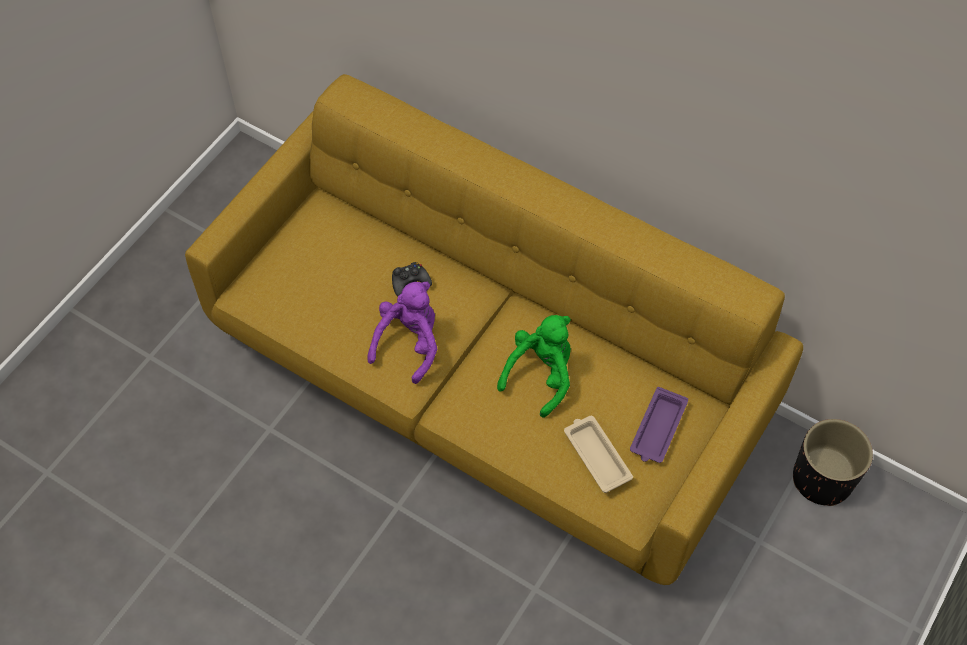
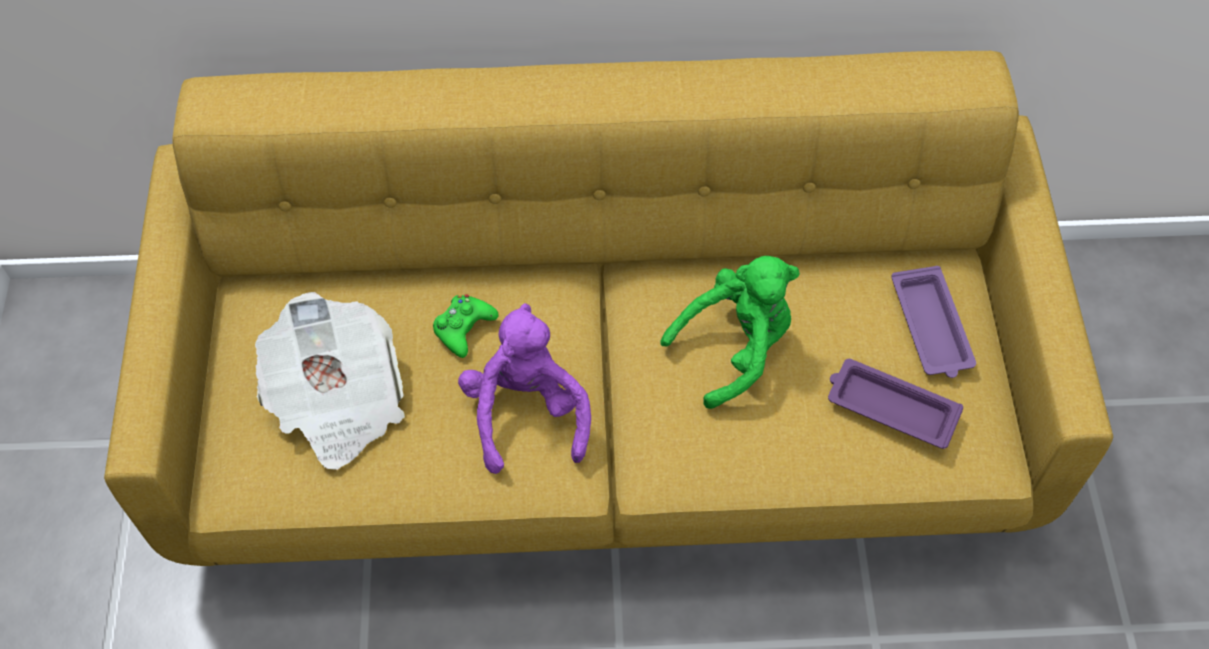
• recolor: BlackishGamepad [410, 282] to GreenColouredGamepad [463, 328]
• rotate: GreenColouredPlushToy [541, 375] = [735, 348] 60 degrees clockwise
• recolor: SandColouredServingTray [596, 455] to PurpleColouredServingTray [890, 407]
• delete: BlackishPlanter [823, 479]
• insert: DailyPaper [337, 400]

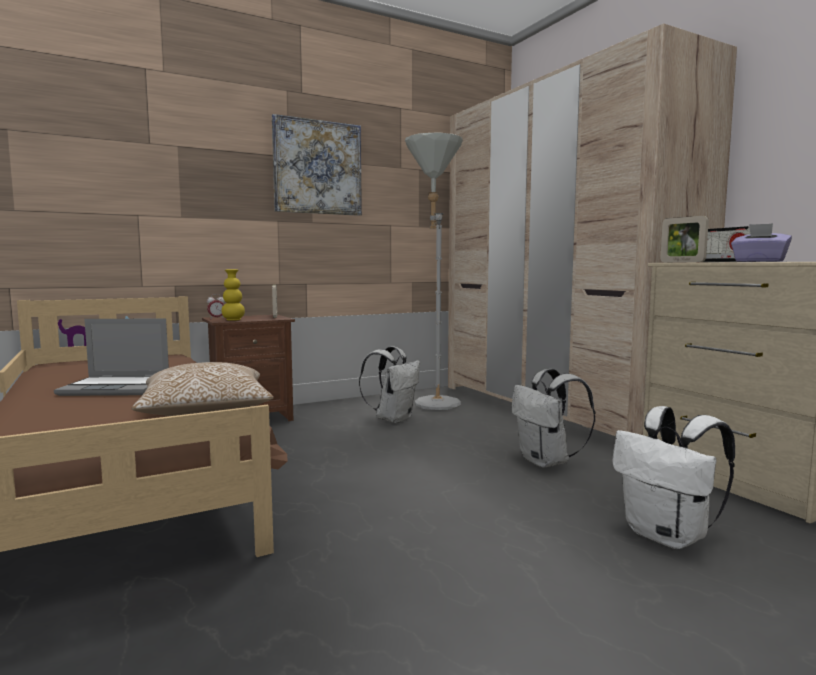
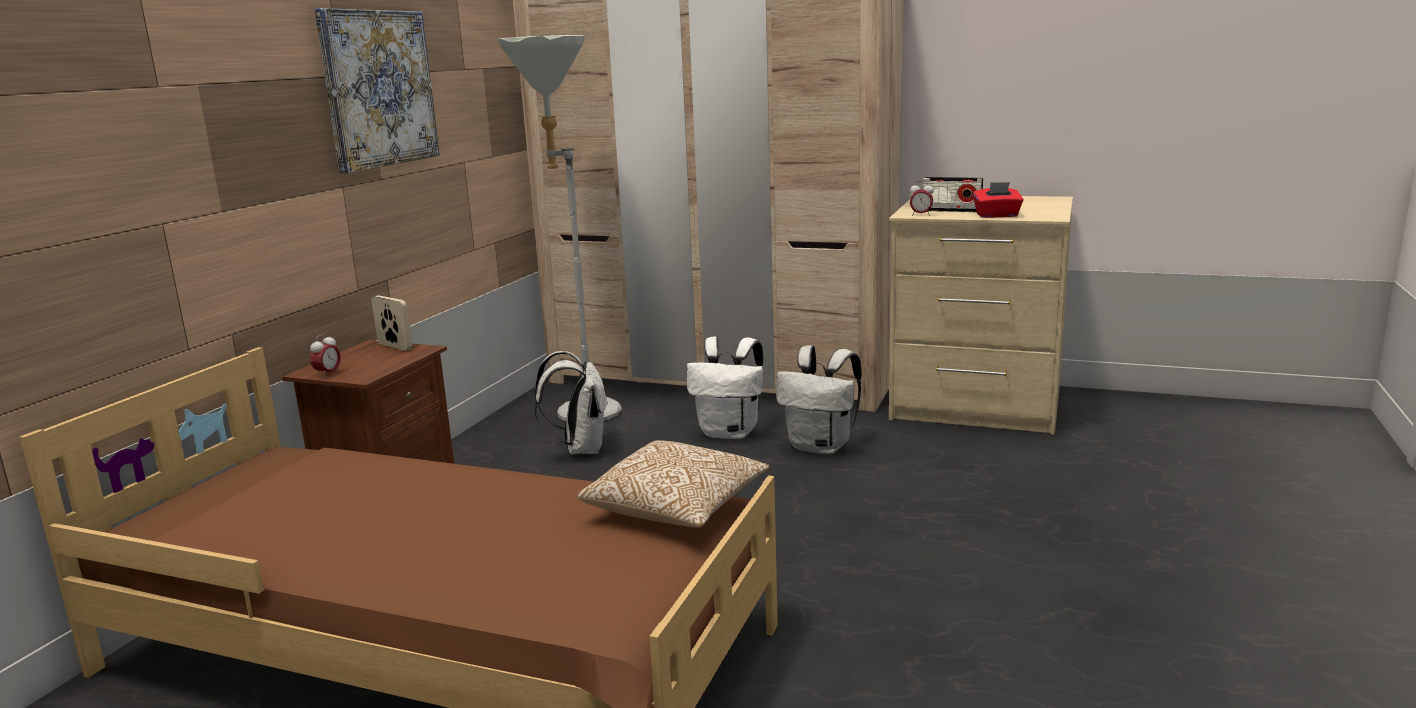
• delete: Laptop [117, 388]
• delete: YellowColouredVase [233, 320]
• move: WhiteColouredBackpack [668, 536] to [730, 432]
• replace: StandingFrame [682, 262] to BedsideClock [921, 215]
• recolor: PurpleColouredTissueHolder [759, 261] to RedColouredTissueHolder [997, 216]

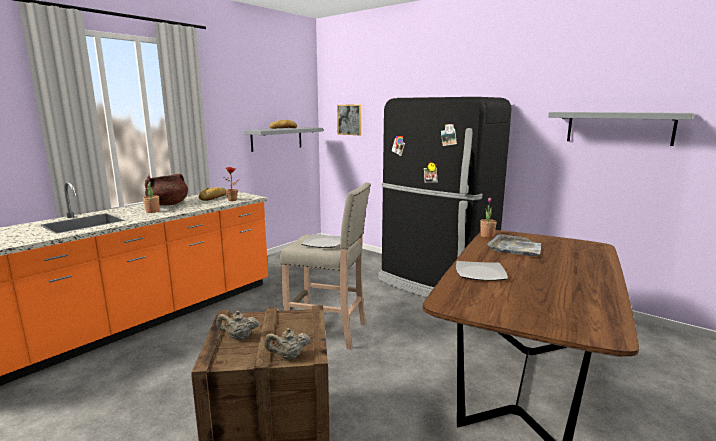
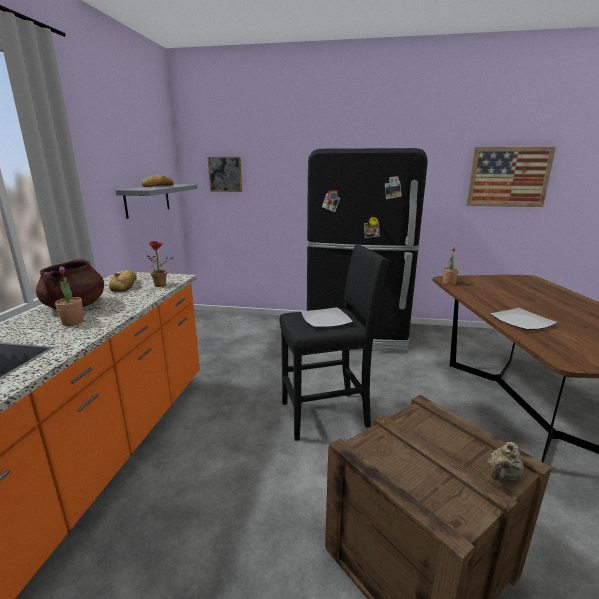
• delete: SandColouredPotForTea [238, 337]
• recolor: SandColouredSittingStool [328, 331] to BlackishSittingStool [327, 414]
• delete: GreyServingTray [515, 248]
• replace: GreyShelf [619, 127] to WallPicture [508, 177]

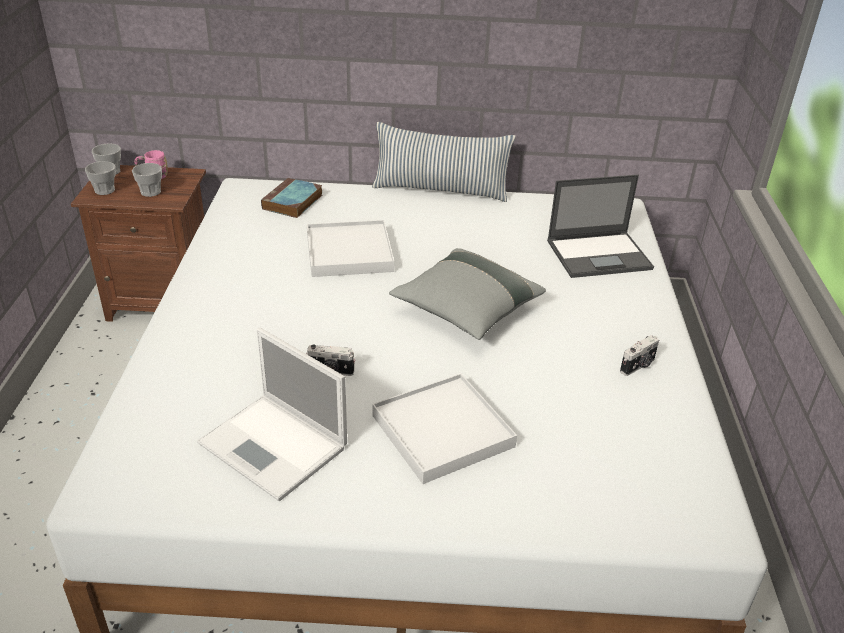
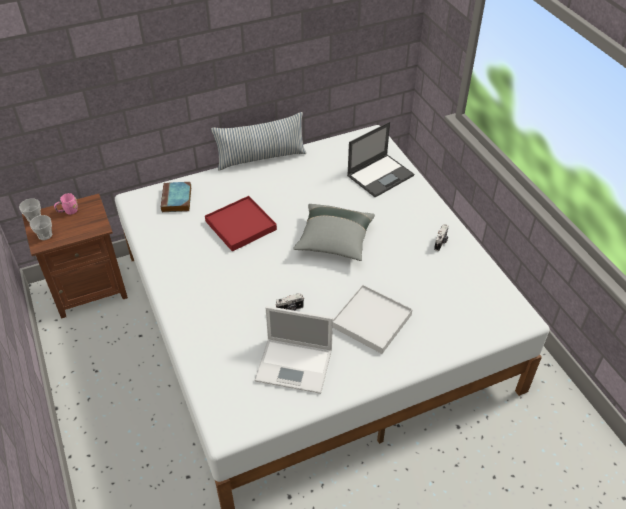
• delete: DrinkingCup [150, 192]
• recolor: WhiteColouredServingTray [349, 253] to RedColouredServingTray [240, 225]

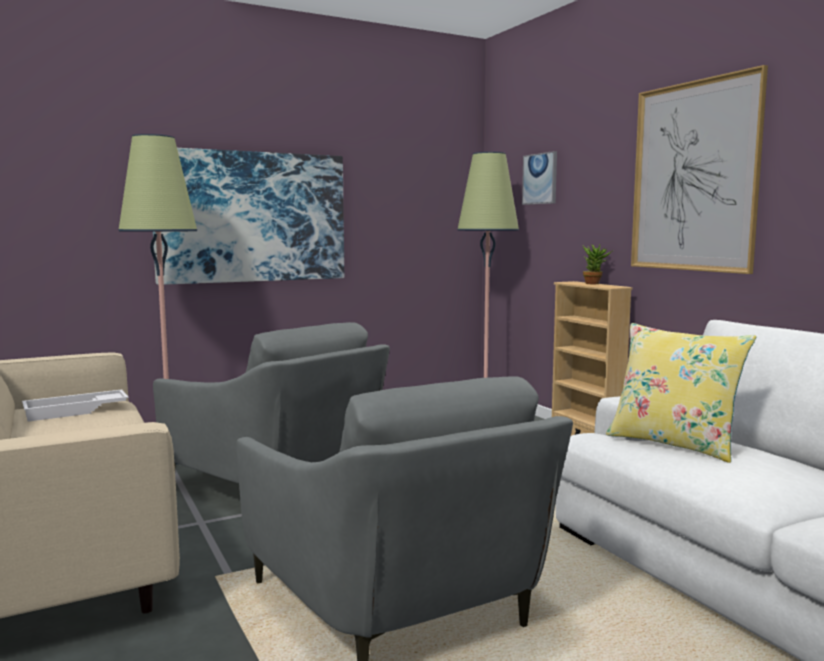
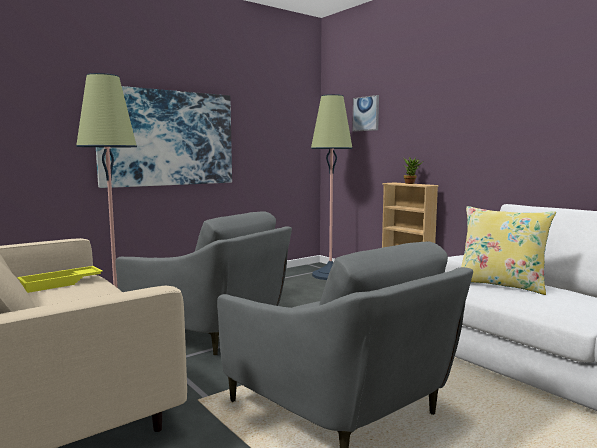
• recolor: WhiteColouredServingTray [75, 411] to YellowColouredServingTray [61, 283]
• delete: WallPicture [693, 177]

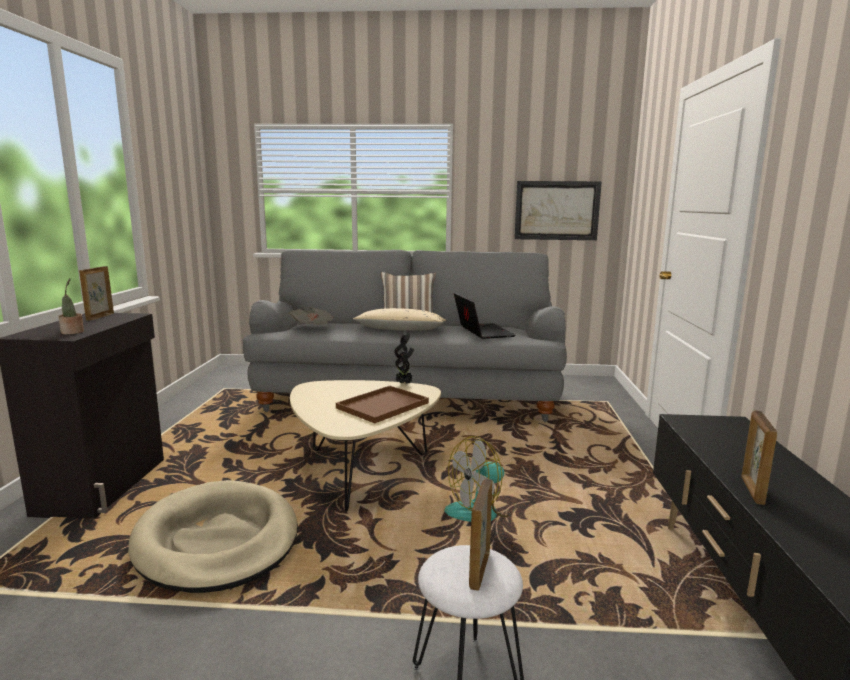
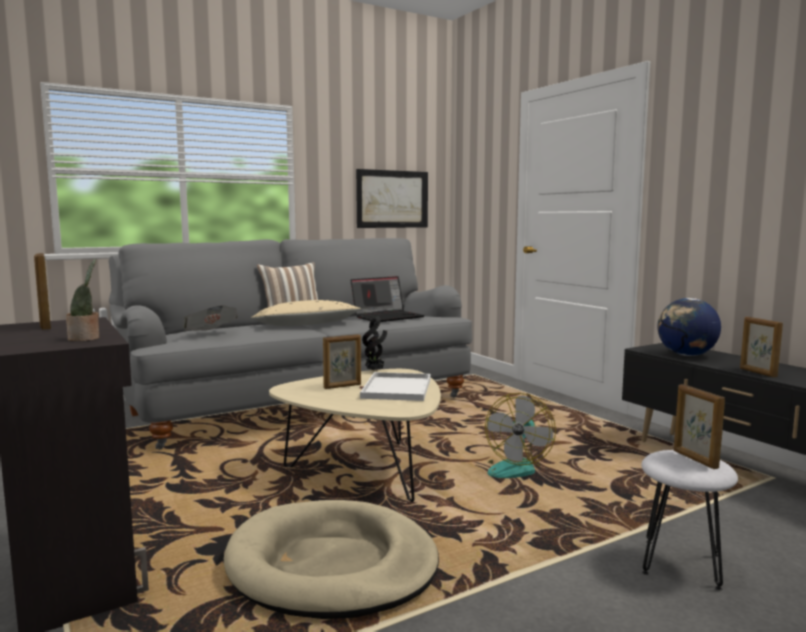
• recolor: BrownServingTray [382, 406] to WhiteColouredServingTray [397, 389]
• rotate: Laptop [482, 332] = [388, 317] 105 degrees clockwise
• insert: StandingFrame [343, 386]
• insert: WorldGlobe [686, 355]

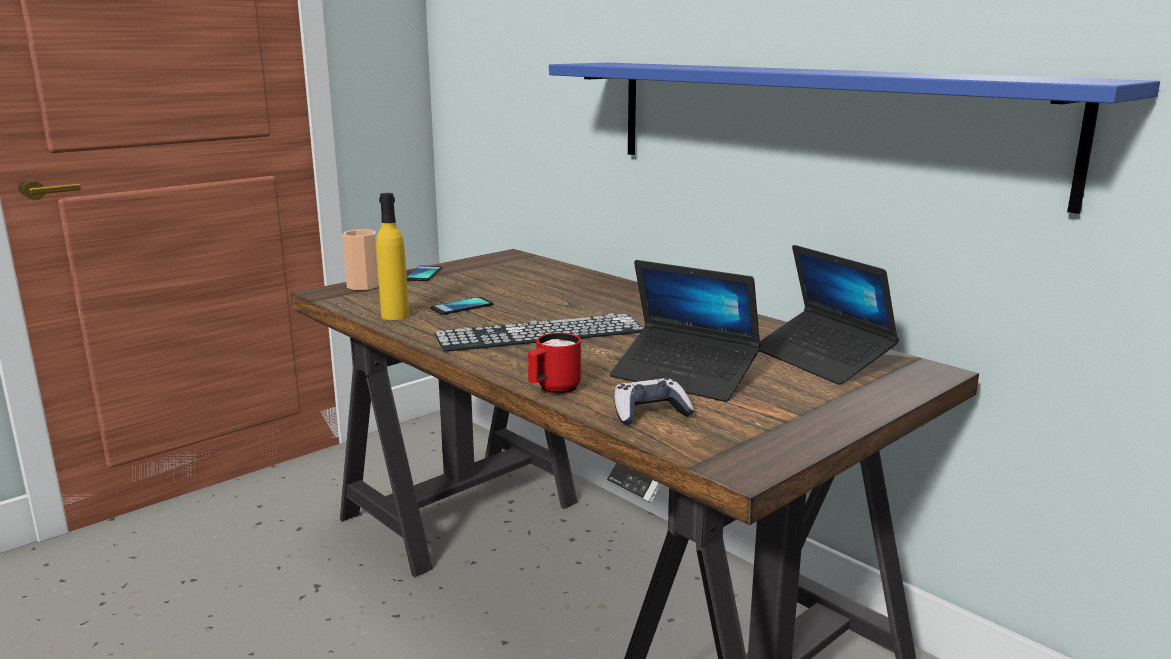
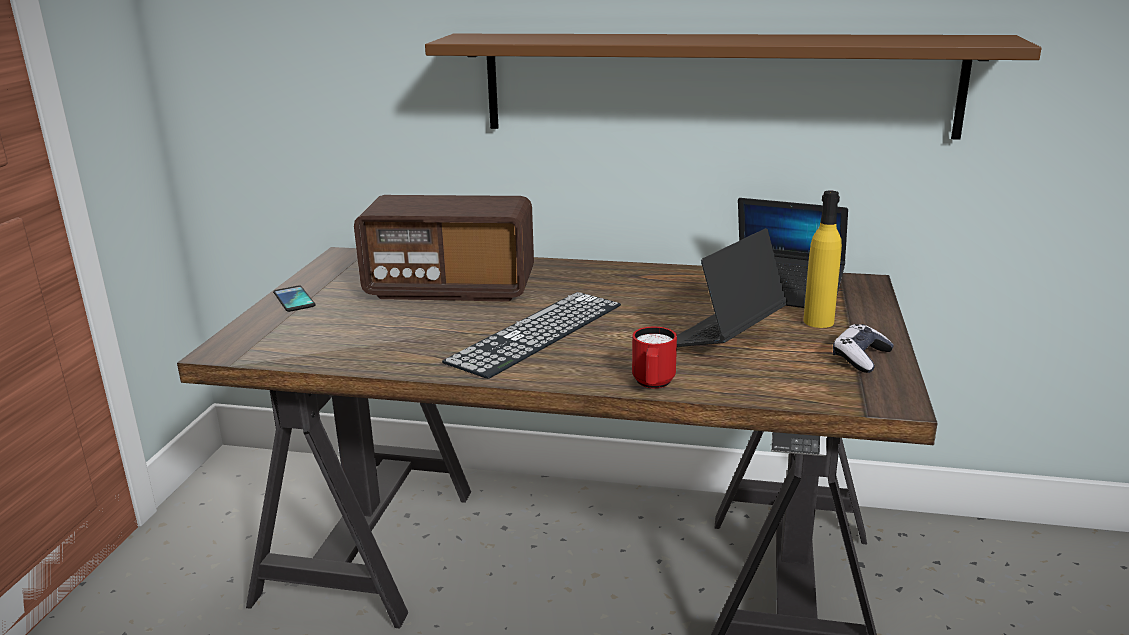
• delete: DrinkingCup [363, 286]
• move: YellowColouredDrinkBottle [395, 315] to [818, 321]
• delete: Telephone [462, 307]
• recolor: BluishShelf [814, 124] to BrownShelf [716, 84]
• rotate: Laptop [684, 376] = [723, 338] 135 degrees clockwise
• move: Gamepad [650, 413] to [860, 358]
• insert: Radio [450, 288]

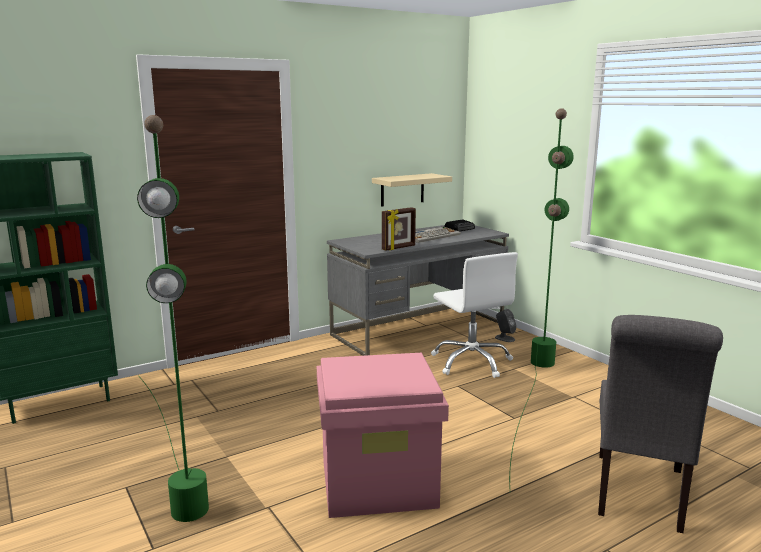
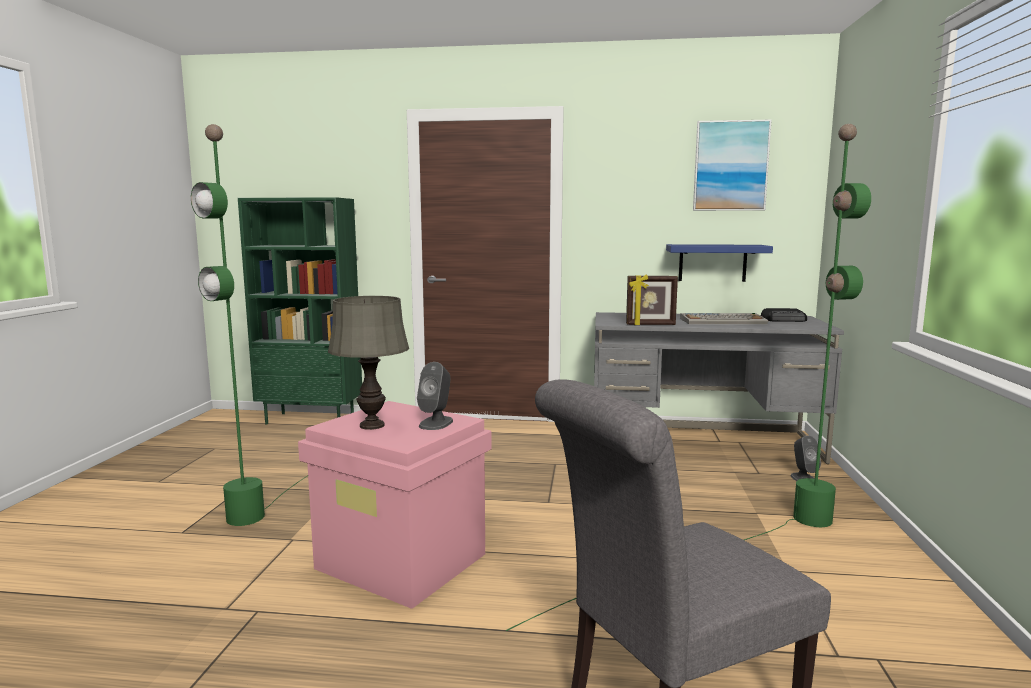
• recolor: SandColouredShelf [402, 189] to BluishShelf [712, 262]
• delete: WhiteColouredComputerChair [471, 362]
• insert: GreyTabletopLamp [372, 426]
• insert: GreyLoudspeaker [436, 423]
• insert: WallPicture [730, 166]

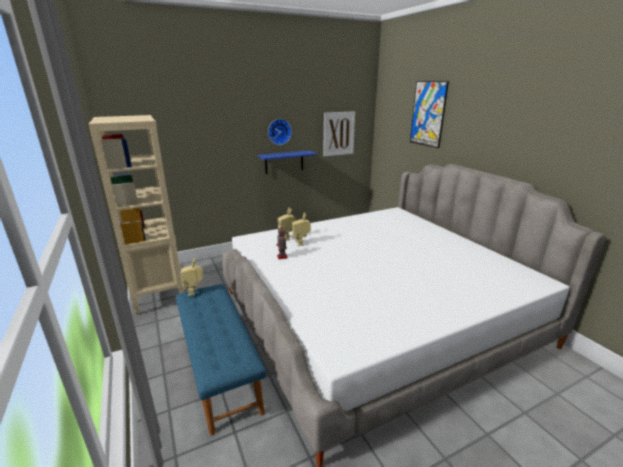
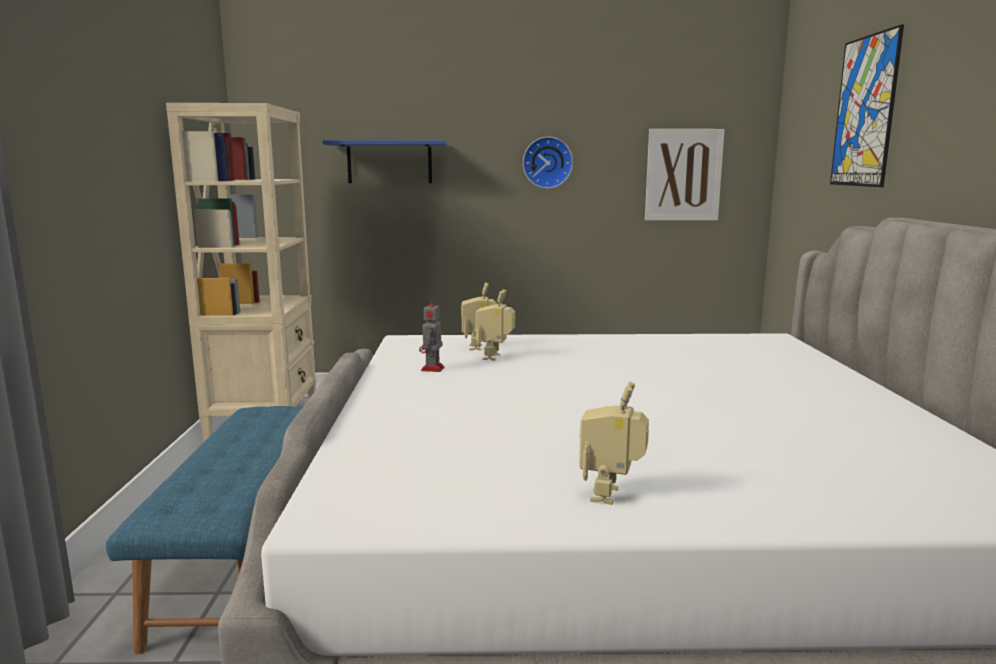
• move: ModelRobot [194, 292] to [611, 495]
• move: BluishShelf [284, 162] to [389, 162]

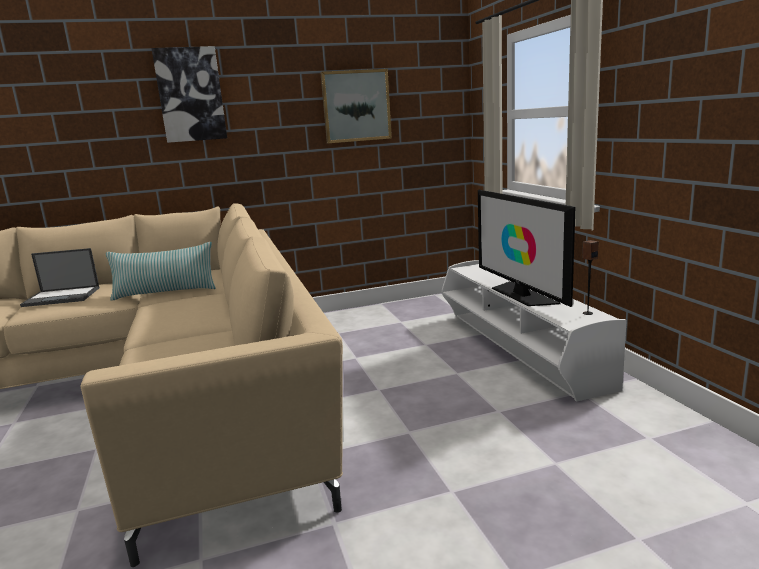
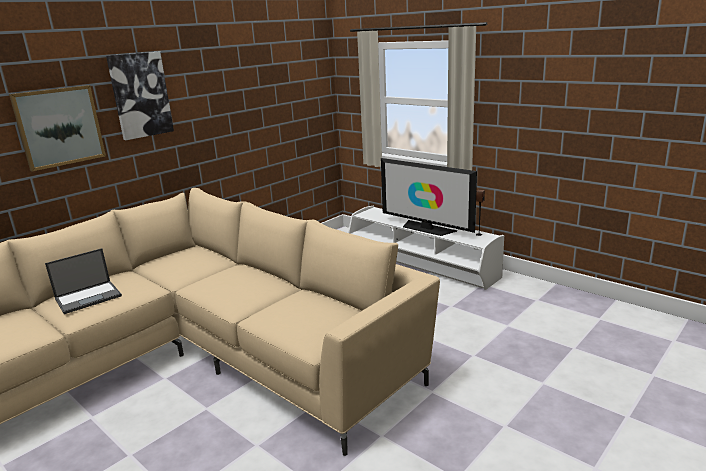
• delete: ThrowPillow [165, 292]
• move: WallPicture [356, 106] to [59, 127]

